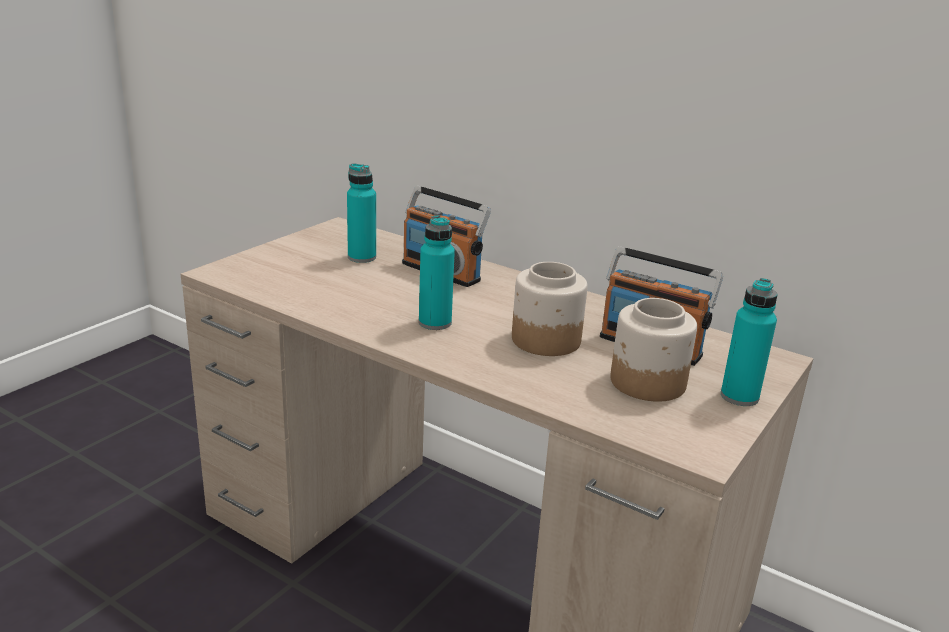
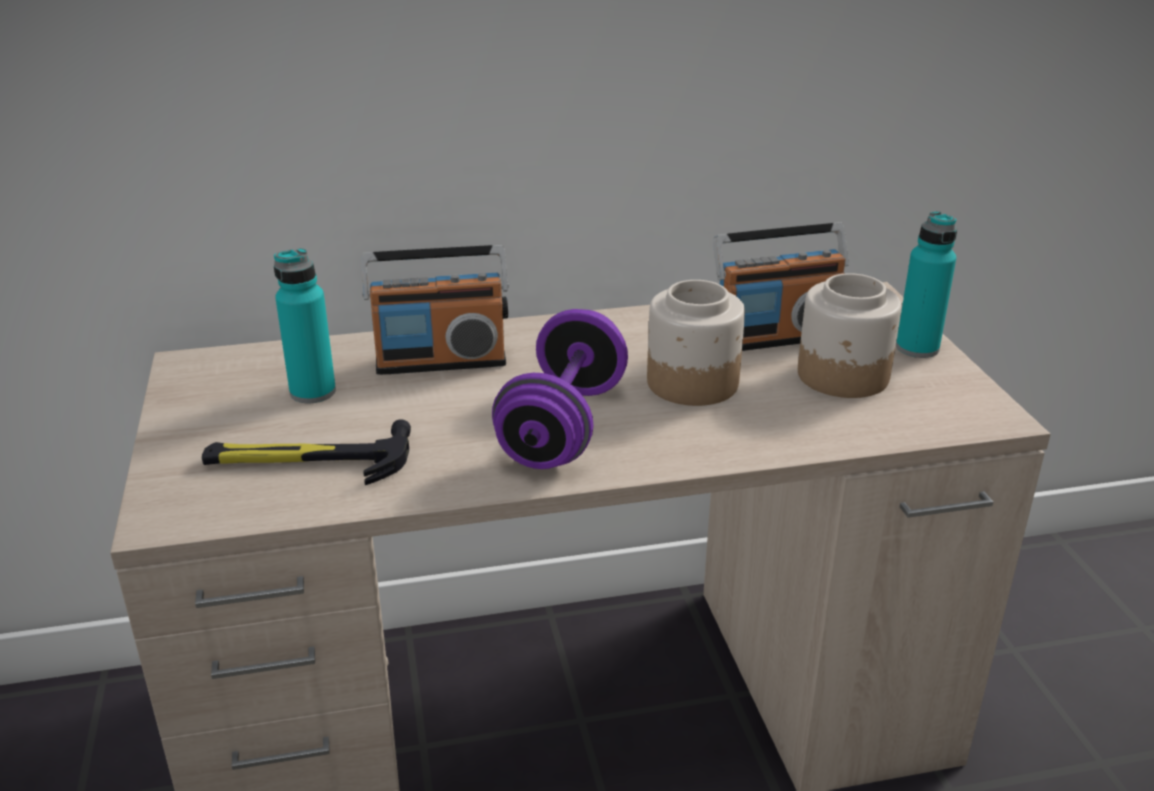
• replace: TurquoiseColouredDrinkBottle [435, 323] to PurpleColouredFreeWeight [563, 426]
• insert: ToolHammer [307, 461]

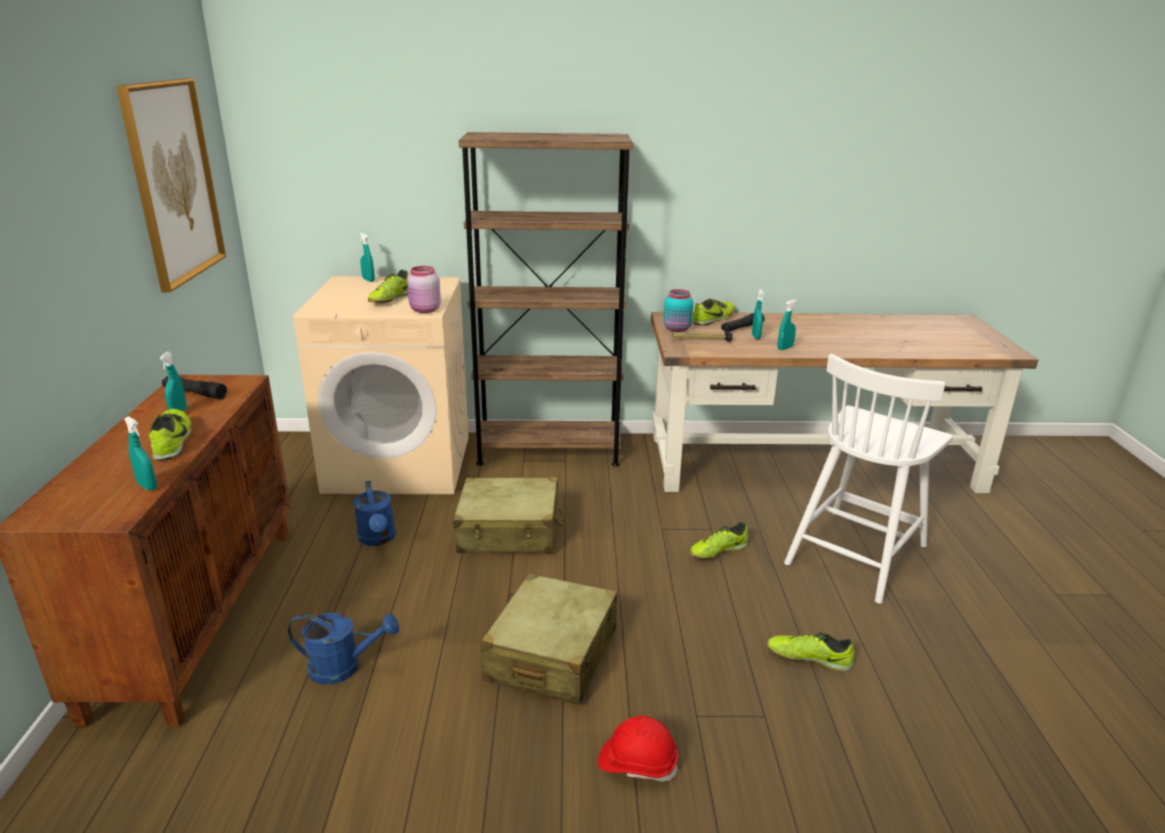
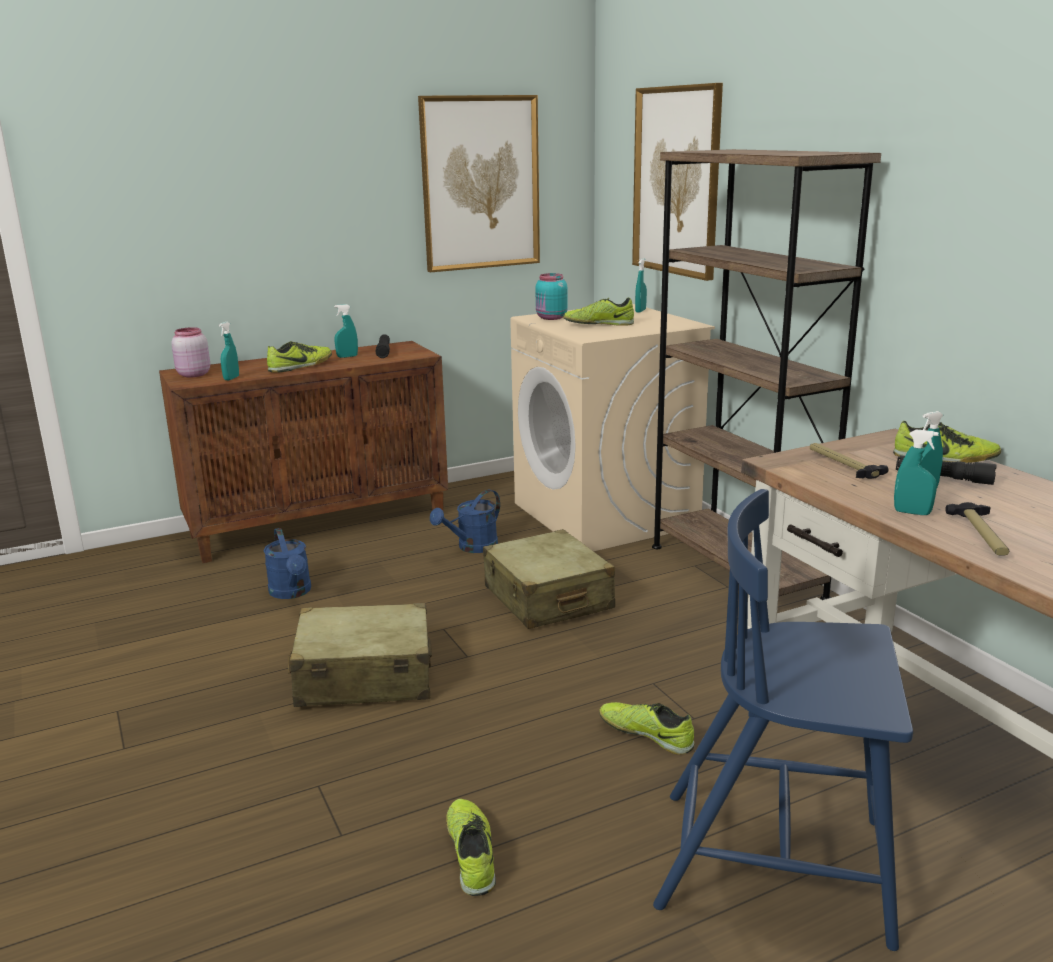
• move: PinkishStorageJar [424, 310] to [192, 374]
• delete: RedColouredWorkHelmet [637, 763]
• move: TurquoiseColouredStorageJar [677, 329] to [551, 318]
• recolor: WhiteColouredChair [856, 553] to BluishChair [778, 865]
• insert: WallPicture [677, 181]
• insert: ToolHammer [982, 535]

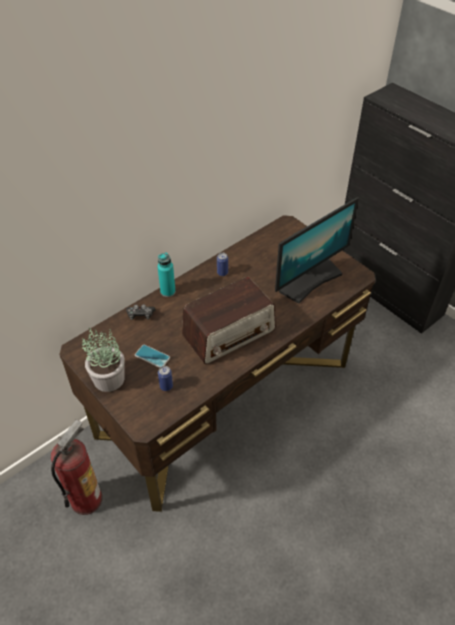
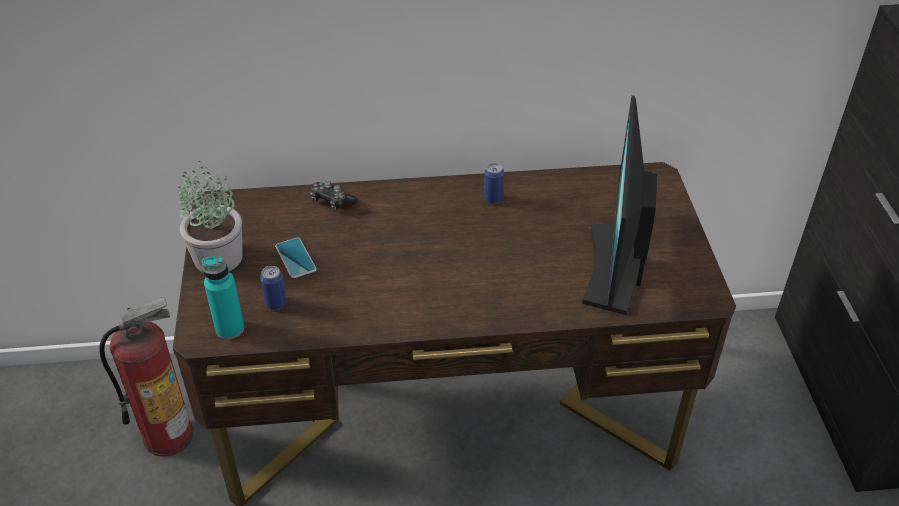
• move: TurquoiseColouredDrinkBottle [168, 291] to [230, 329]
• delete: Radio [229, 333]
• rotate: ComputerDisplay [309, 280] = [614, 268] 105 degrees clockwise

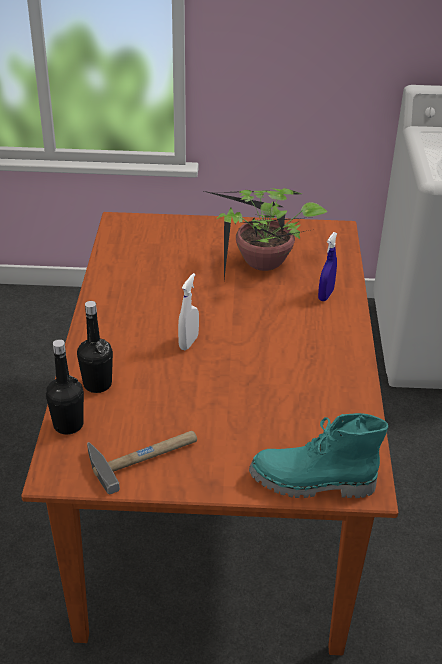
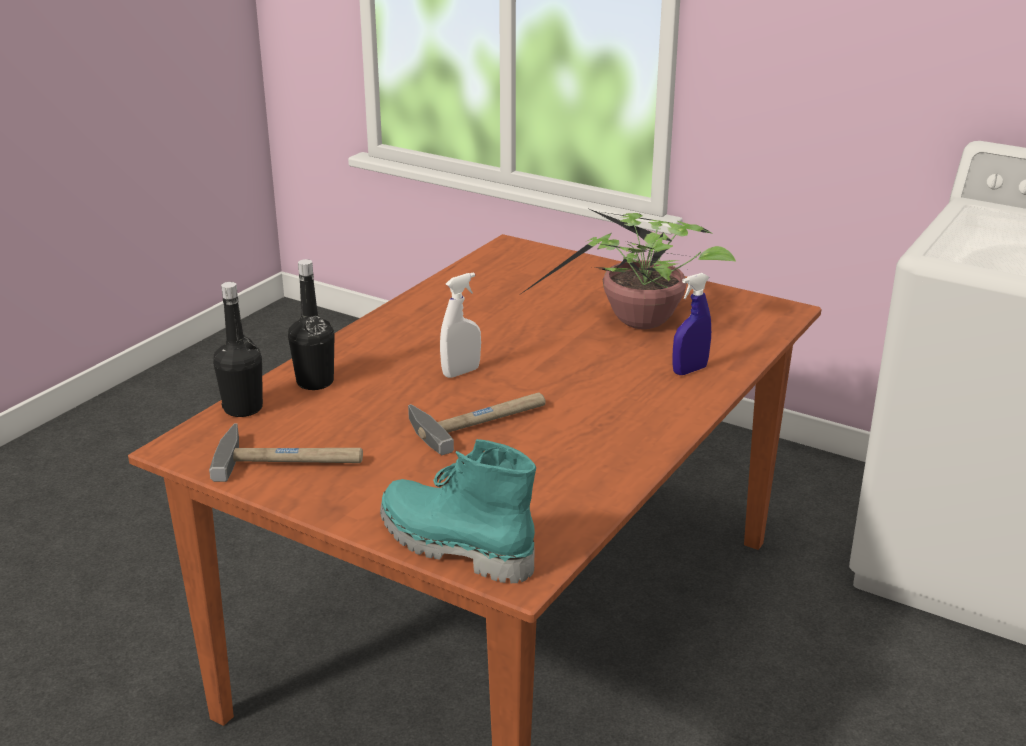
• insert: ToolHammer [480, 420]

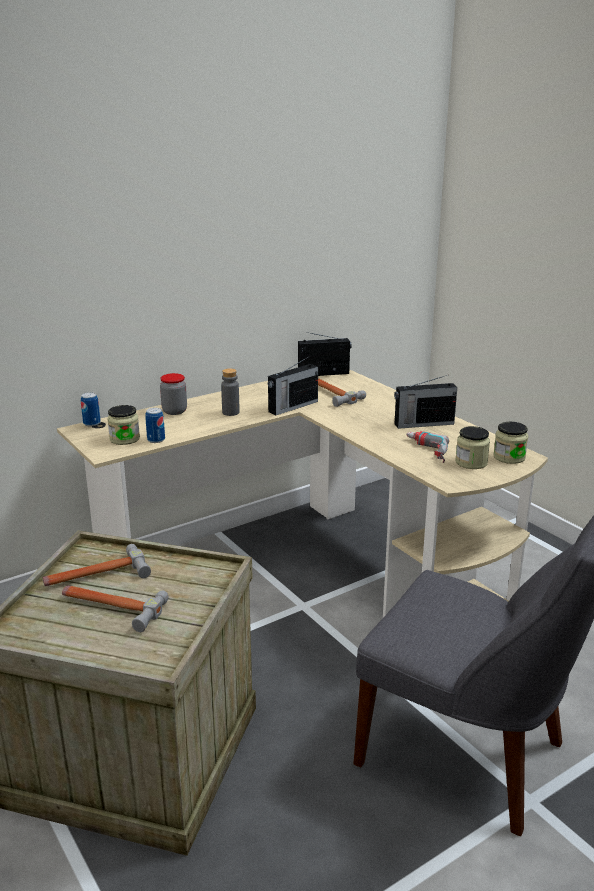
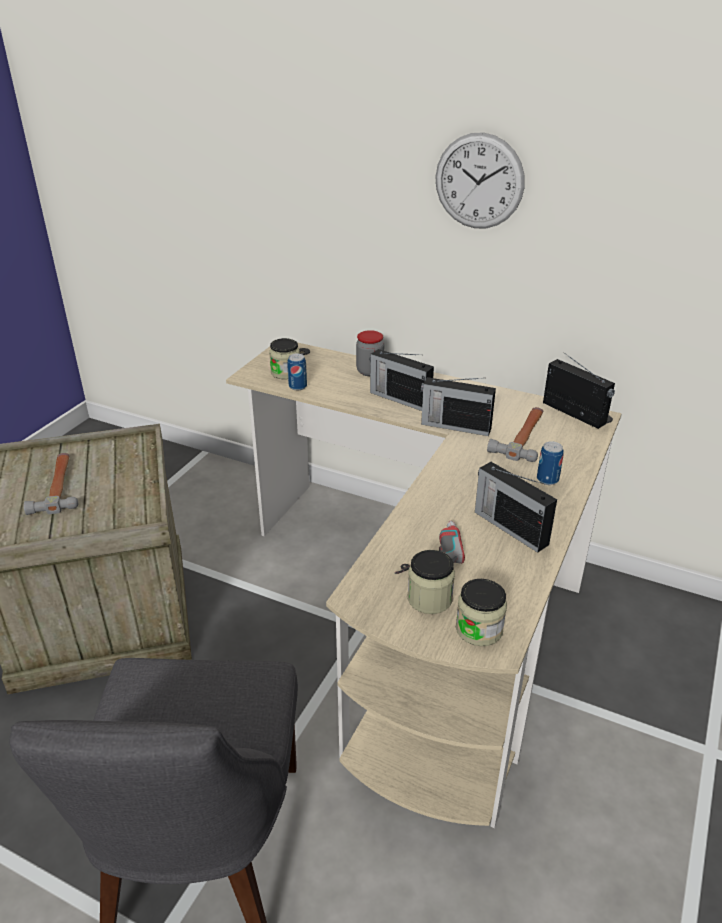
• delete: ToolHammer [95, 576]
• move: SealedCan [92, 423] to [547, 479]
• replace: GreyDrinkBottle [230, 412] to Radio [399, 398]
• insert: ClockOnTheWall [479, 181]

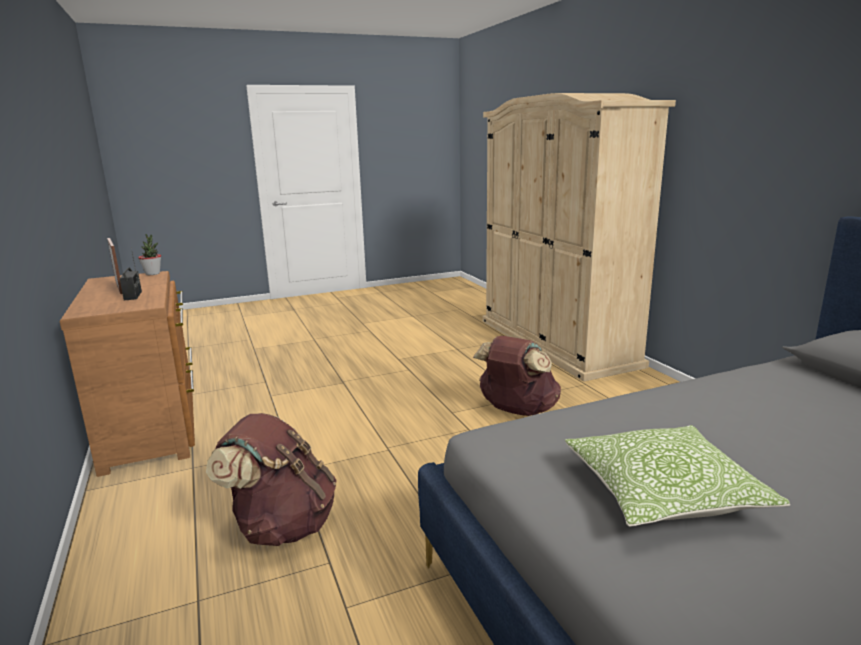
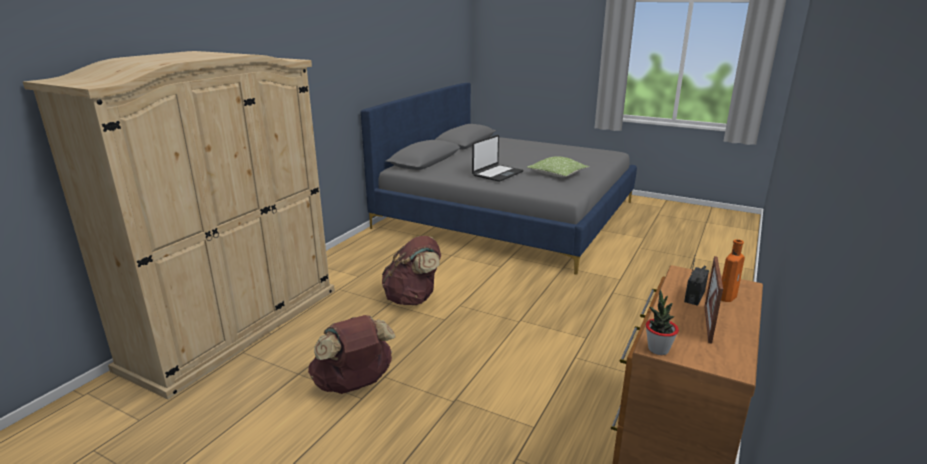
• move: BrownBackpack [282, 526] to [354, 385]
• insert: Laptop [497, 174]
• insert: OrangeyDrinkBottle [727, 296]

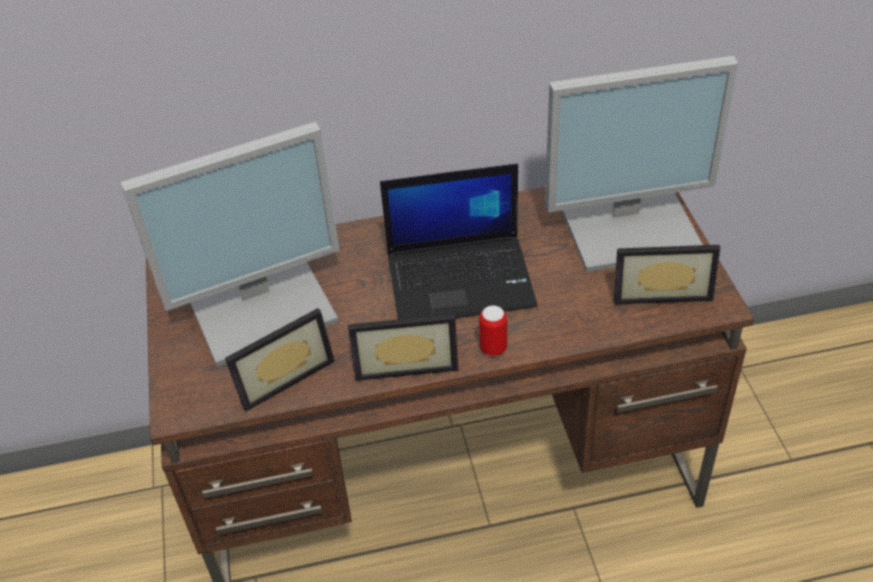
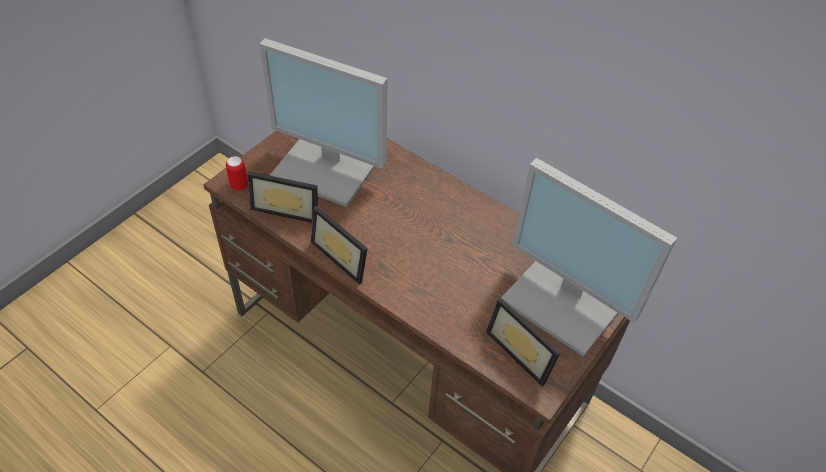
• delete: Laptop [462, 279]
• move: SealedCan [493, 348] to [239, 185]

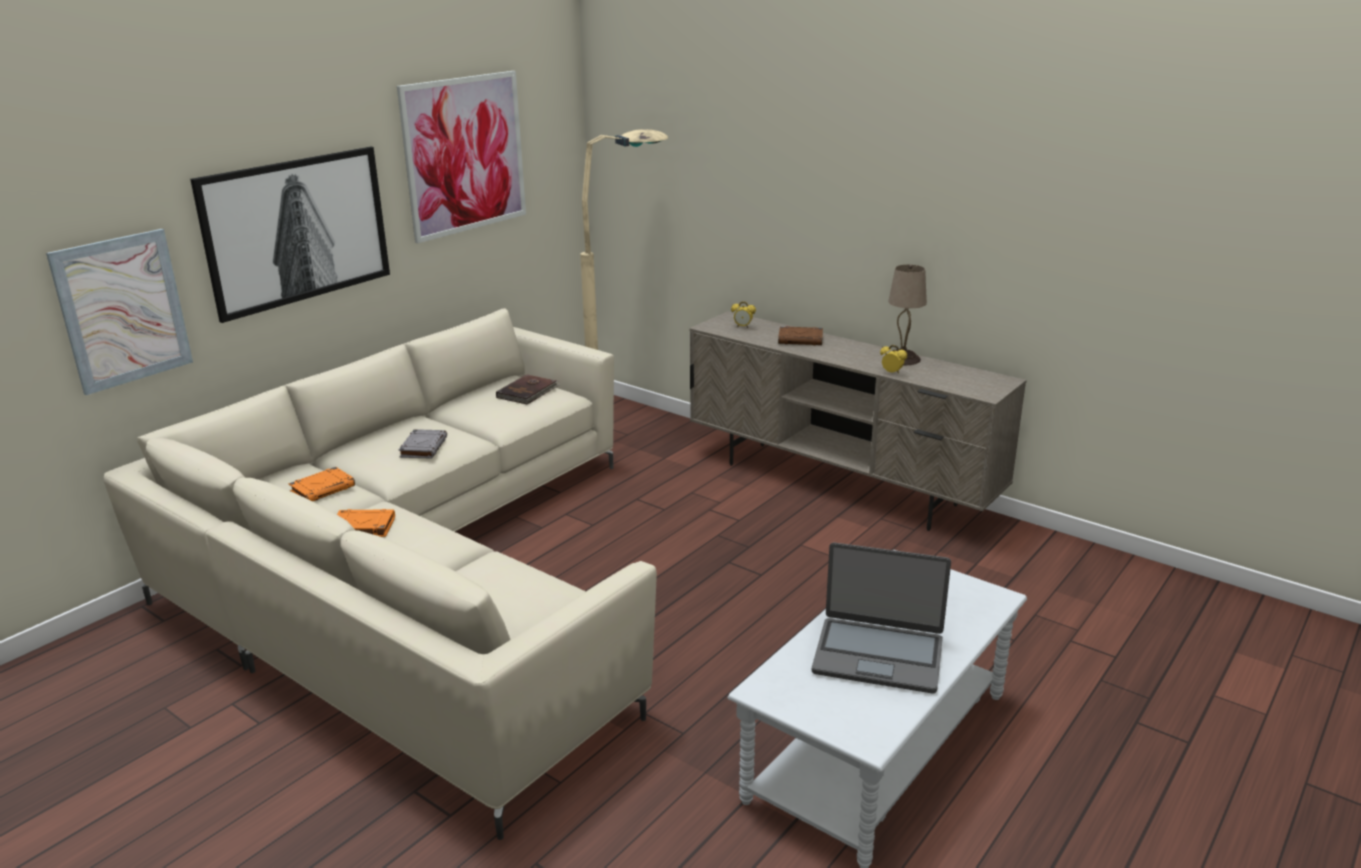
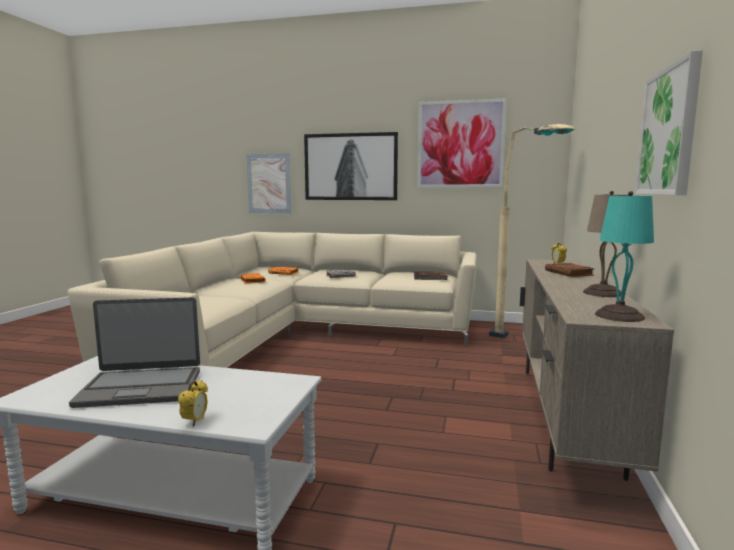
• rotate: Laptop [878, 655] = [141, 387] 90 degrees counterclockwise
• move: BedsideClock [892, 373] to [195, 421]
• insert: TurquoiseColouredTabletopLamp [618, 315]
• insert: WallPicture [669, 132]

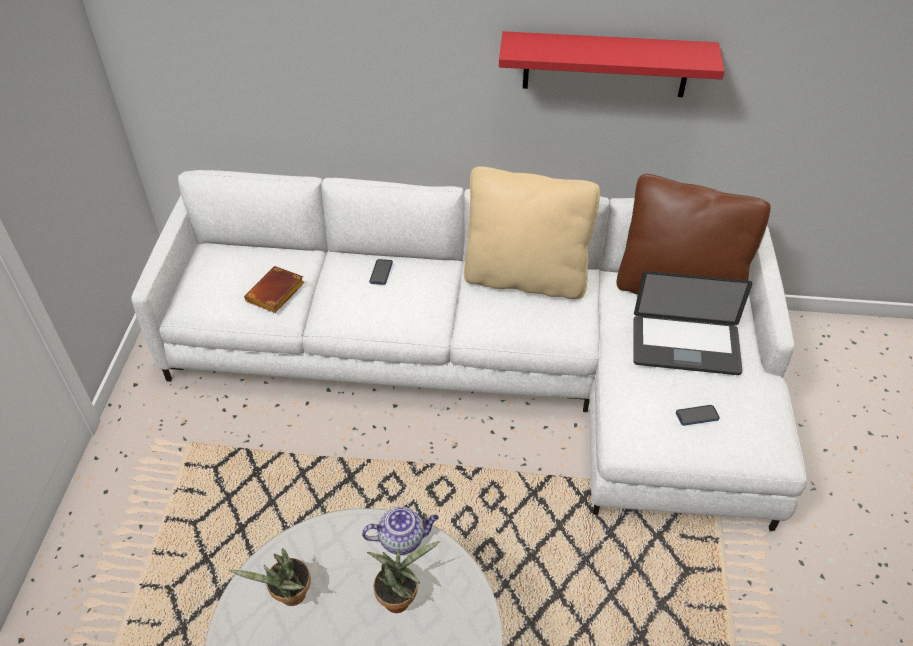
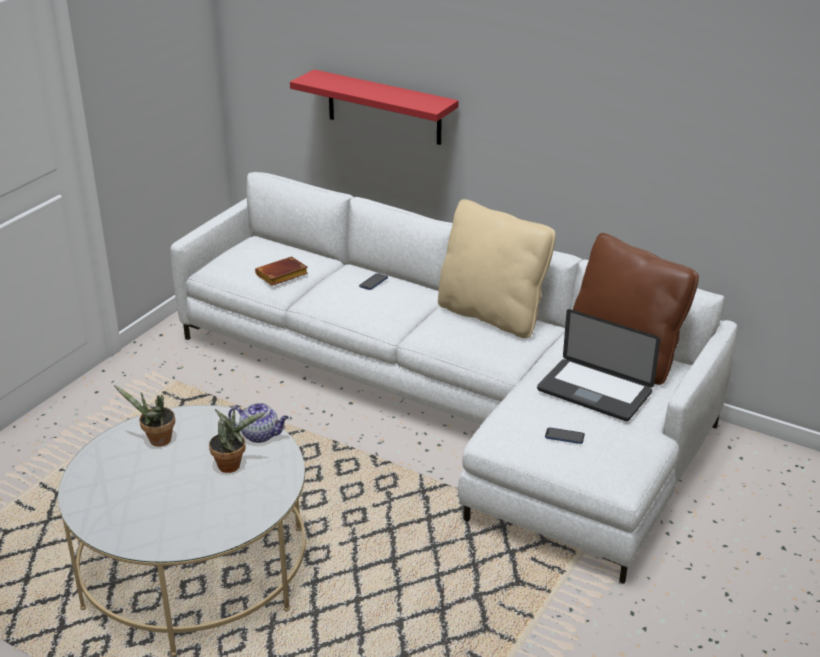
• move: RedColouredShelf [605, 64] to [384, 107]

